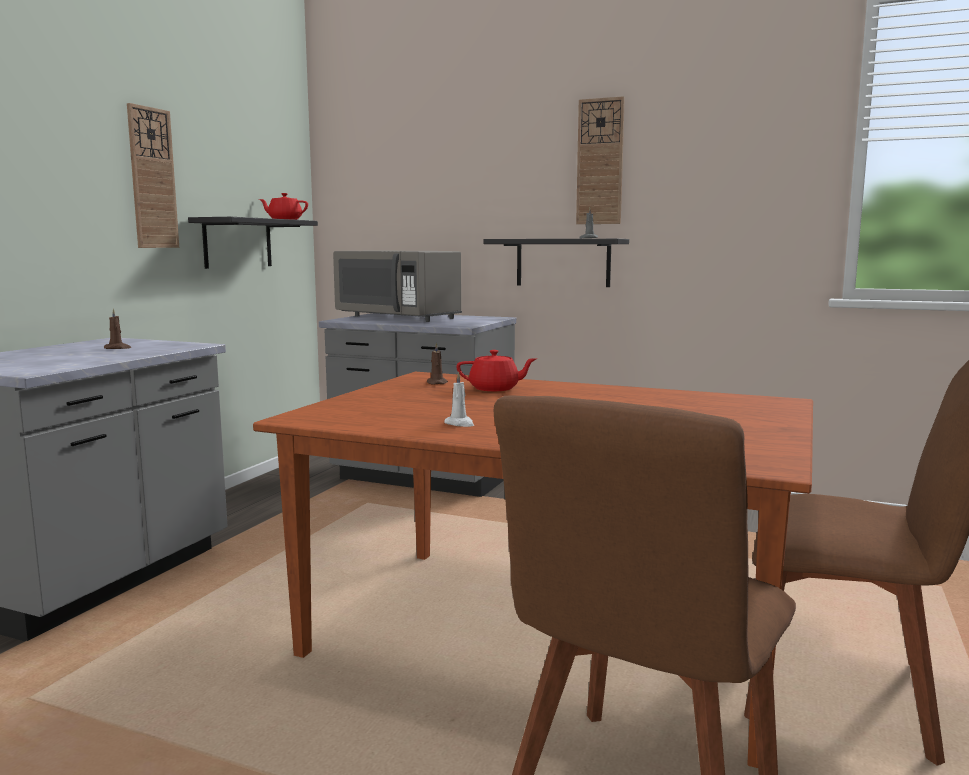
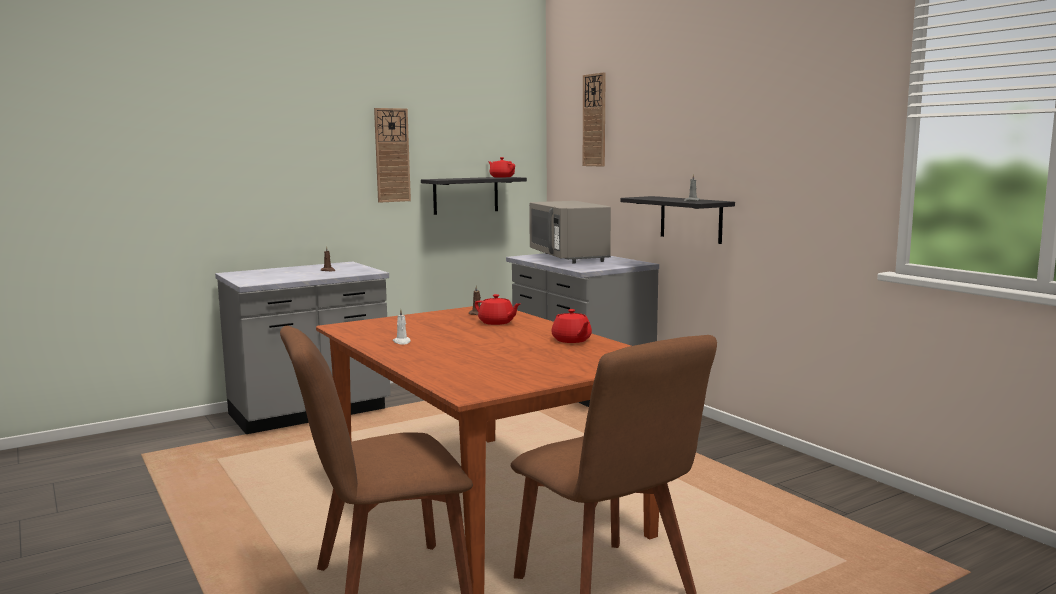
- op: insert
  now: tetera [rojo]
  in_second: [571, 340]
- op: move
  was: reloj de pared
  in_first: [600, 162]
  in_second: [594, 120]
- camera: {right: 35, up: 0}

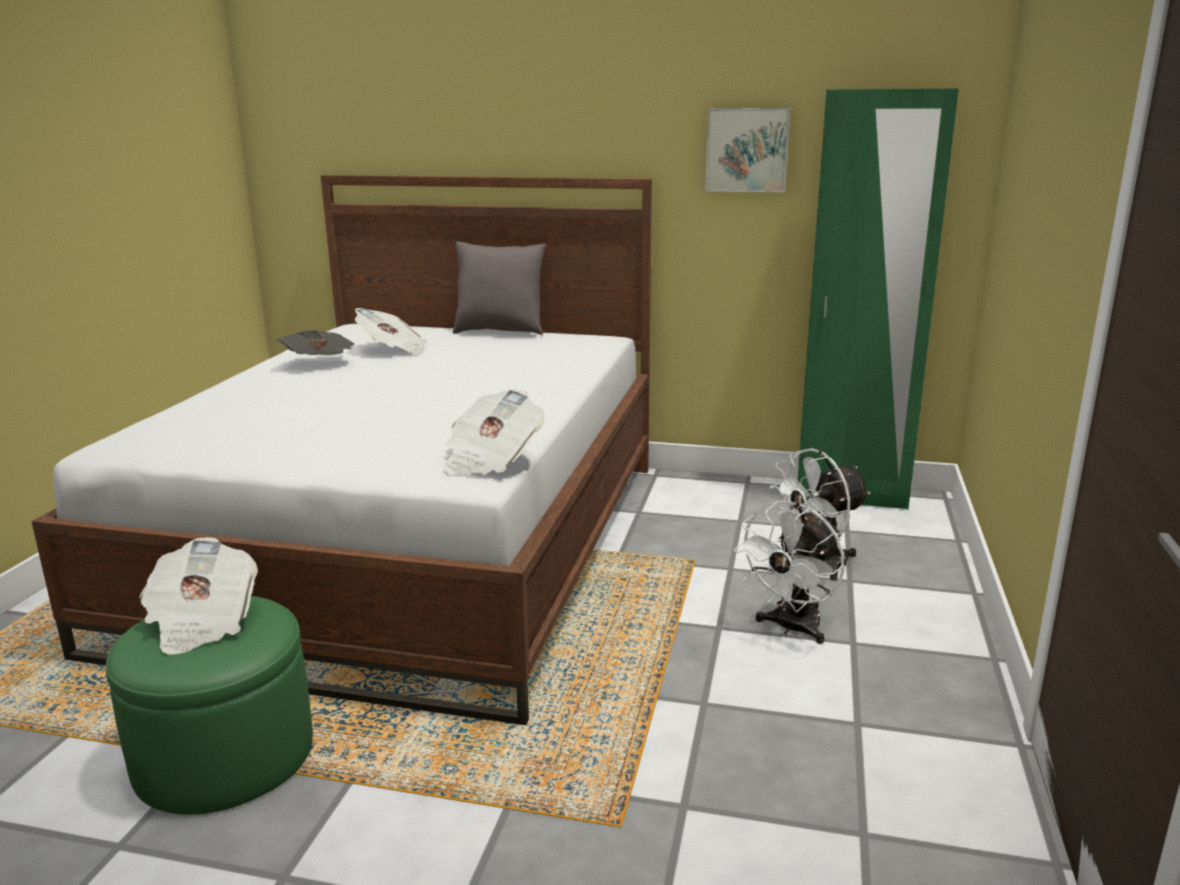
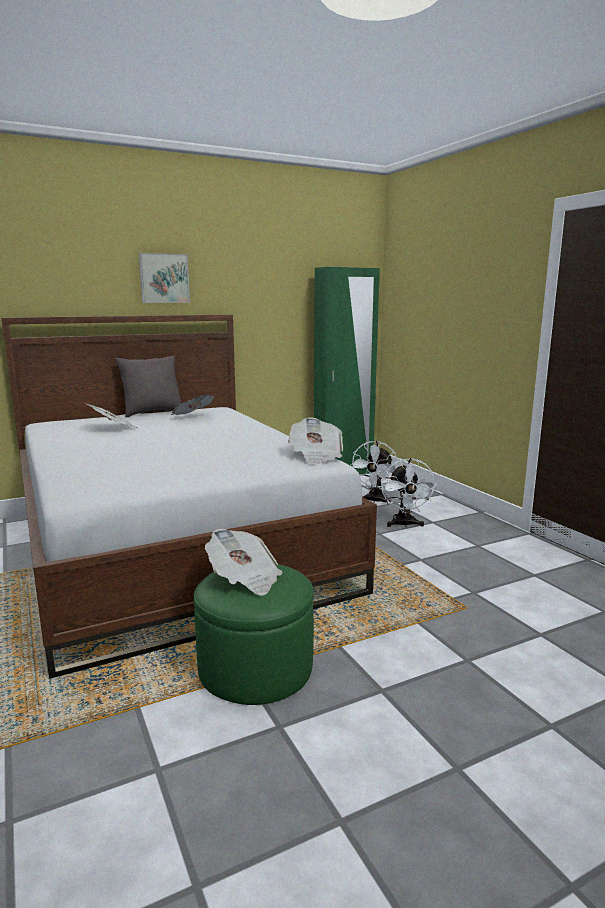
- op: move
  was: periódico
  in_first: [320, 364]
  in_second: [193, 417]
- op: move
  was: cuadro
  in_first: [747, 150]
  in_second: [164, 278]
- camera: {right: -40, up: -5}

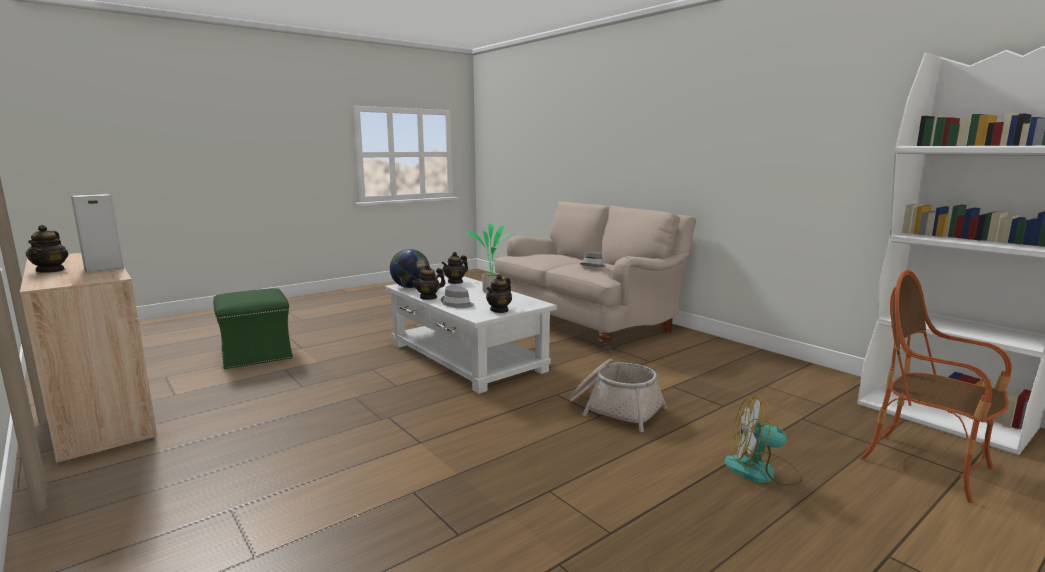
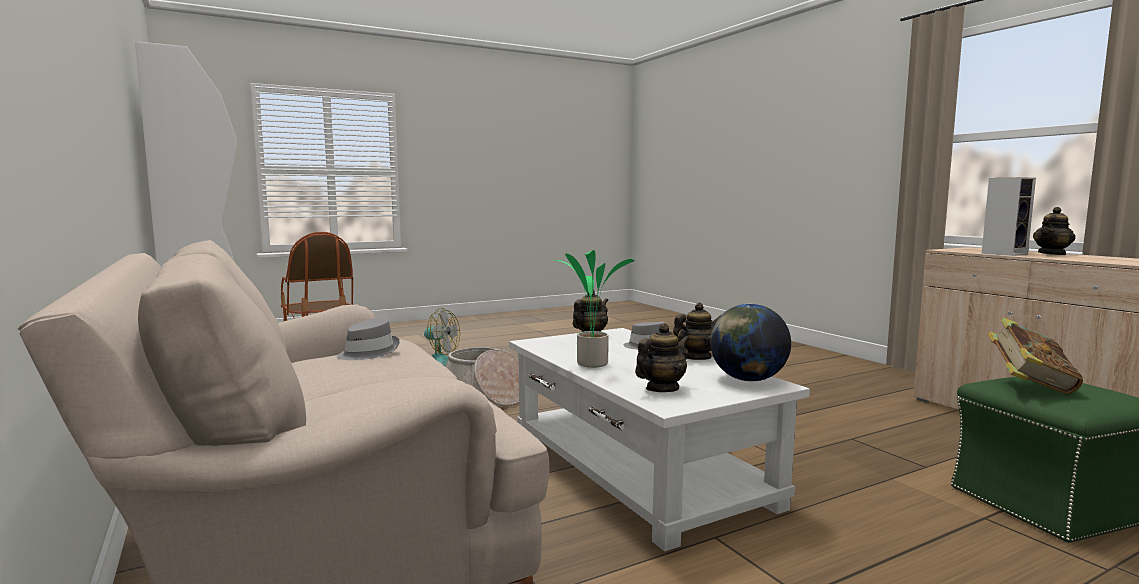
- op: insert
  now: libro
  in_second: [1029, 385]
- op: rotate
  was: tetera
  in_first: [51, 270]
  in_second: [1052, 254]
  clockwise: -120
- camera: {right: -170, up: -5}

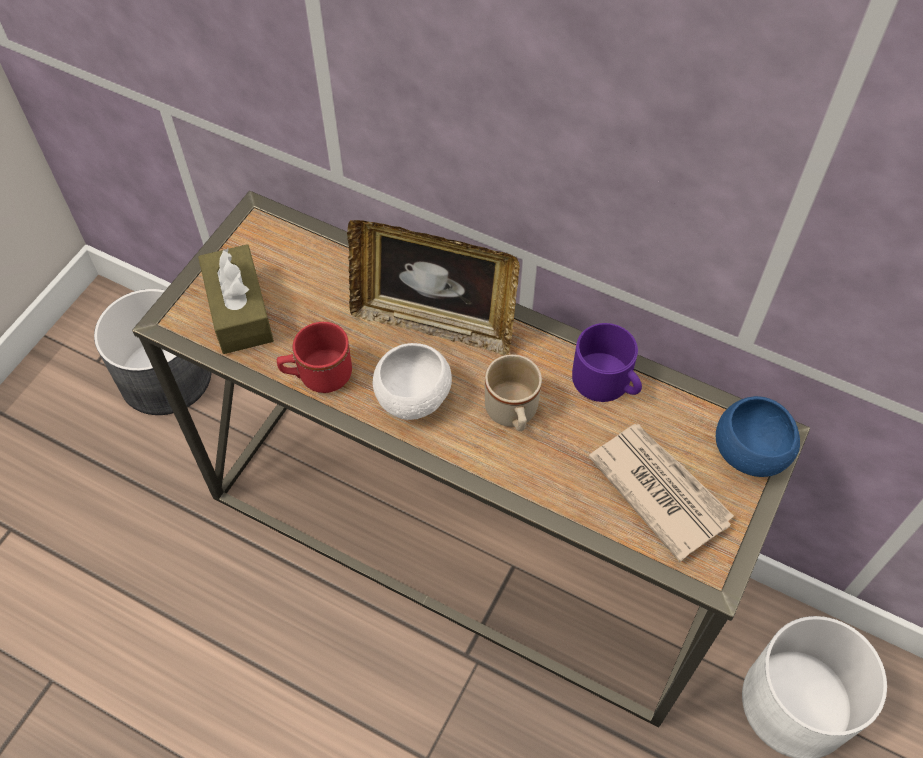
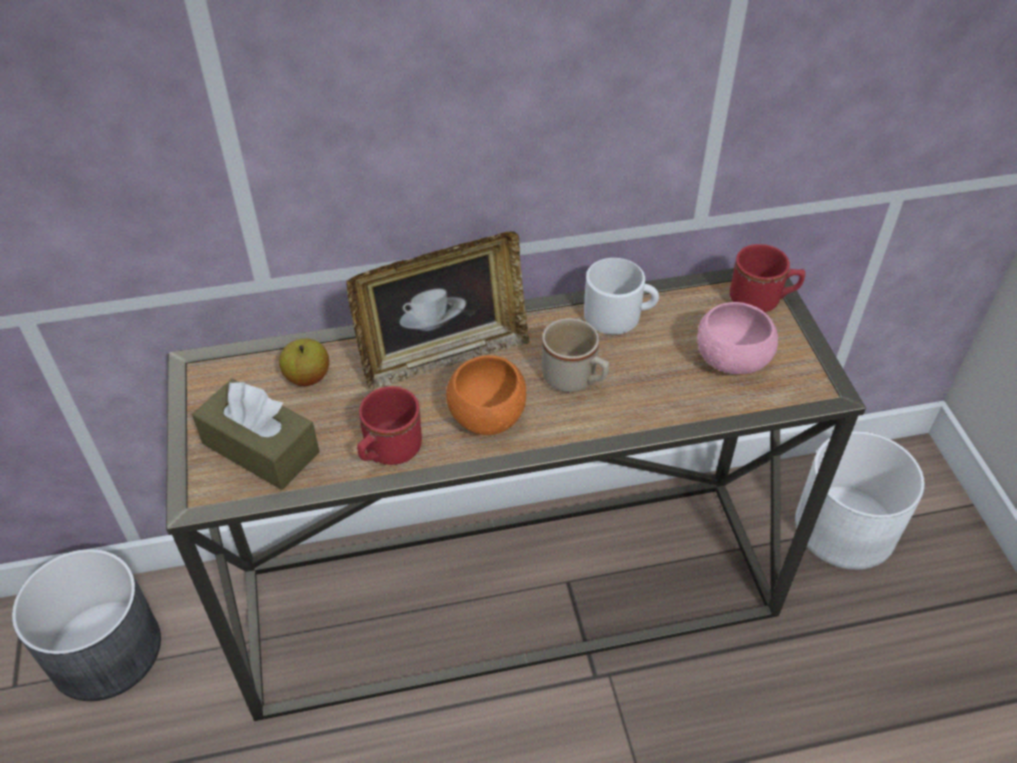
- op: insert
  now: manzana
  in_second: [307, 377]
- op: replace
  was: periódico
  now: cuenco [rosa]
  in_first: [659, 489]
  in_second: [731, 361]
- op: replace
  was: cuenco [azul]
  now: taza grande [rojo]
  in_first: [749, 453]
  in_second: [762, 300]
- op: recolor
  was: cuenco [blanco]
  now: cuenco [naranja]
  in_first: [413, 398]
  in_second: [486, 417]
- op: recolor
  was: taza grande [morado]
  now: taza grande [blanco]
  in_first: [607, 382]
  in_second: [619, 315]
- camera: {right: -40, up: -10}

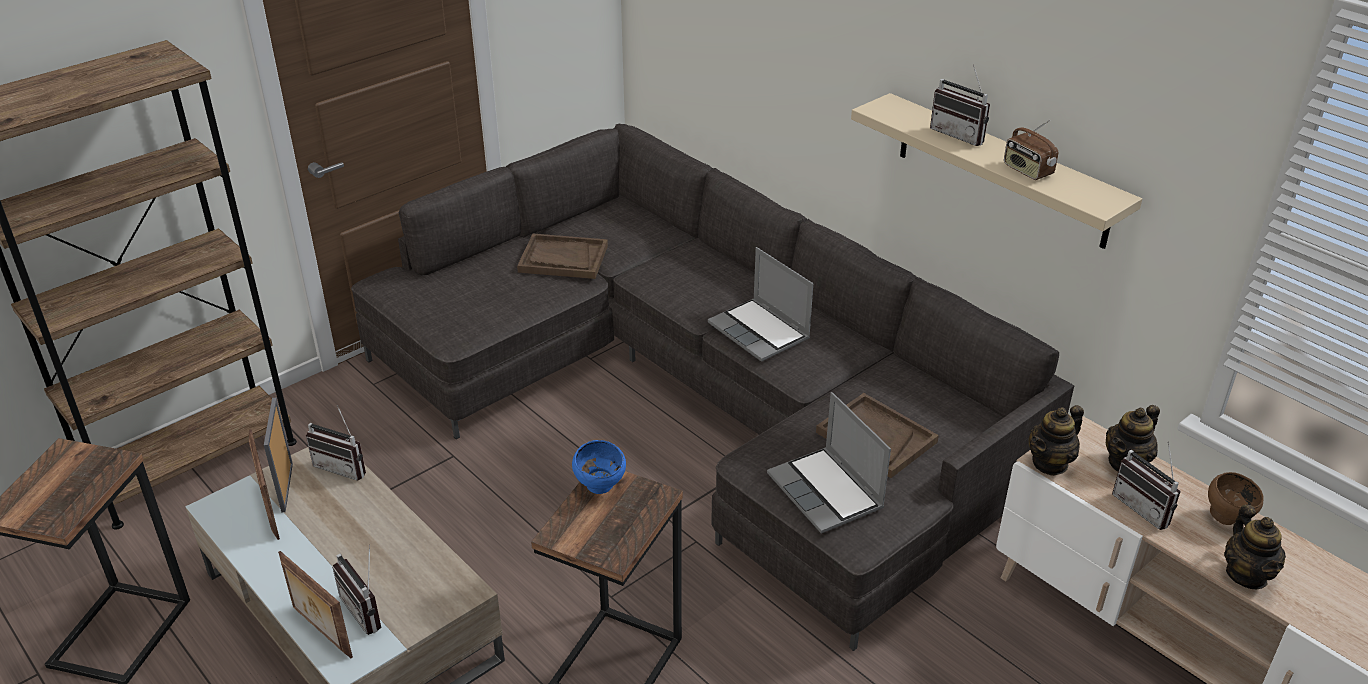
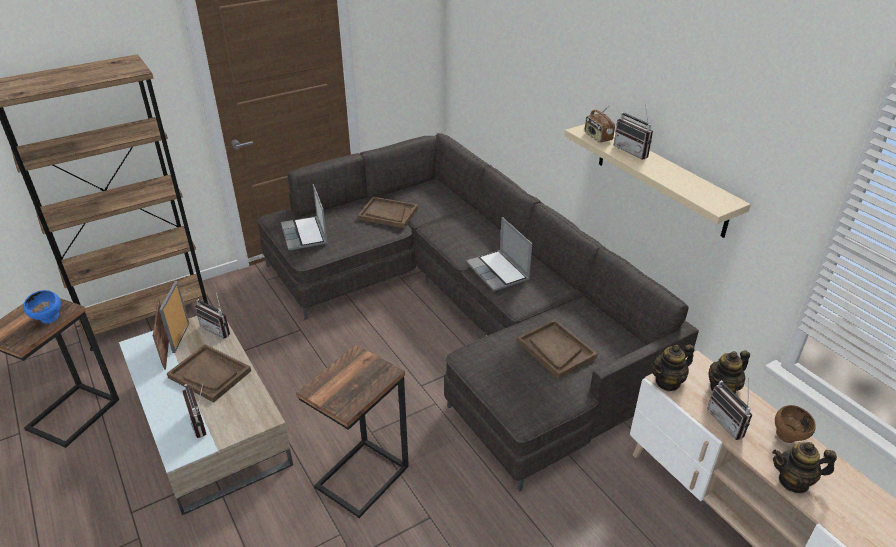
- op: delete
  was: portarretratos
  in_first: [320, 632]
- op: insert
  now: bandeja [marrón]
  in_second: [210, 374]
- op: move
  was: cuenco [azul]
  in_first: [601, 488]
  in_second: [49, 320]
- op: move
  was: portátil
  in_first: [827, 492]
  in_second: [305, 235]
- op: move
  was: radio
  in_first: [1027, 171]
  in_second: [597, 137]
- op: rotate
  was: tetera
  in_first: [1246, 575]
  in_second: [794, 481]
  clockwise: 90
- camera: {right: 10, up: 0}

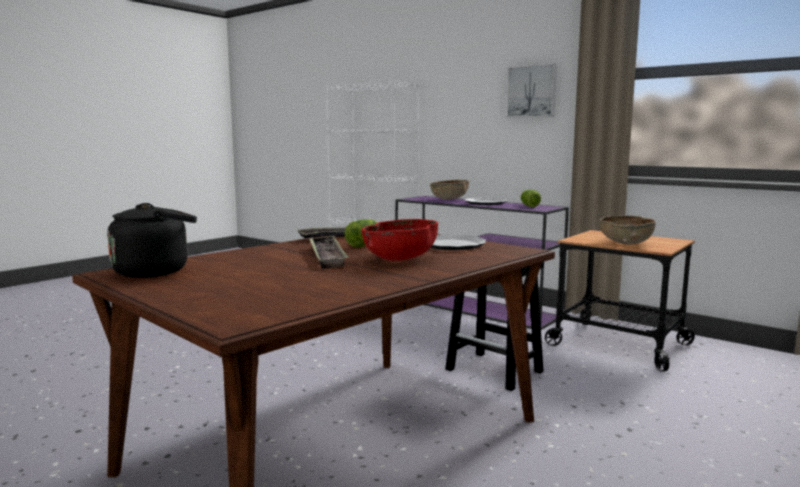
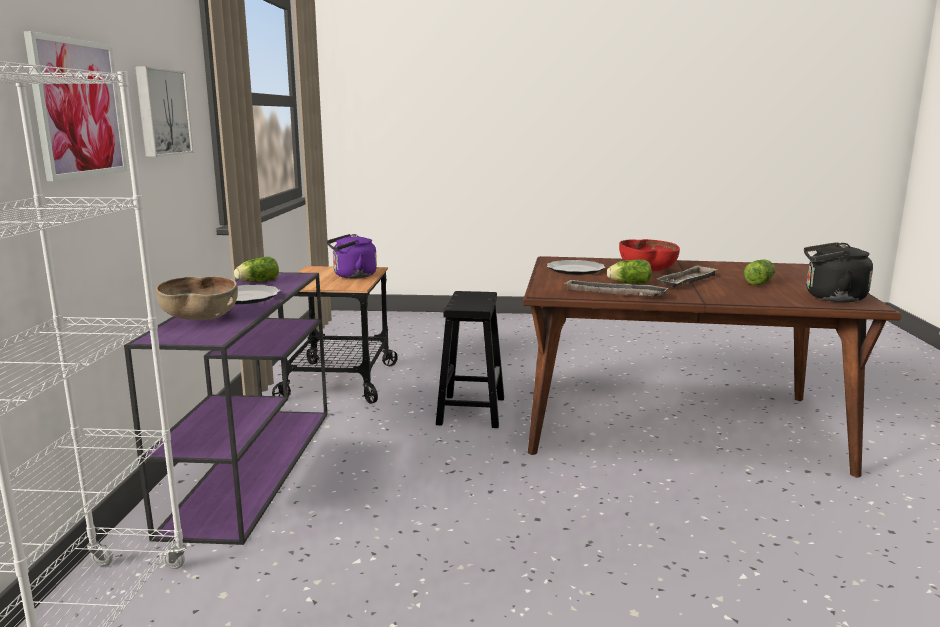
- op: insert
  now: cuadro
  in_second: [77, 108]
- op: insert
  now: lechuga
  in_second: [760, 282]
- op: replace
  was: cuenco [marrón]
  now: hervidor [morado]
  in_first: [626, 243]
  in_second: [352, 276]
- camera: {right: -125, up: 5}

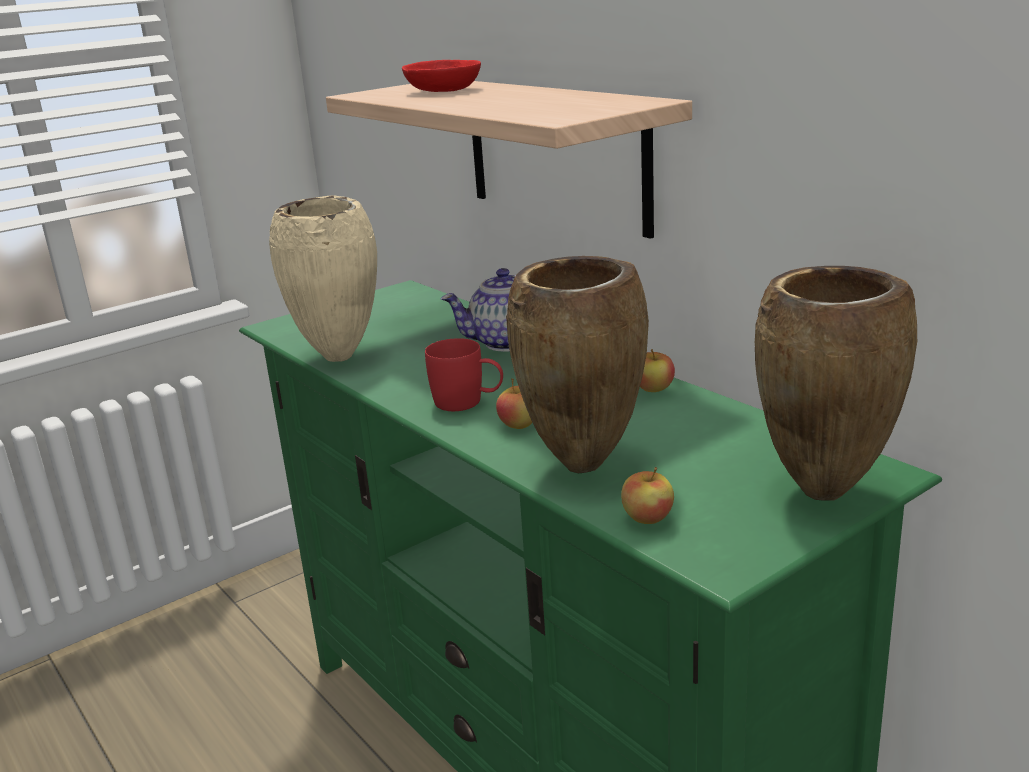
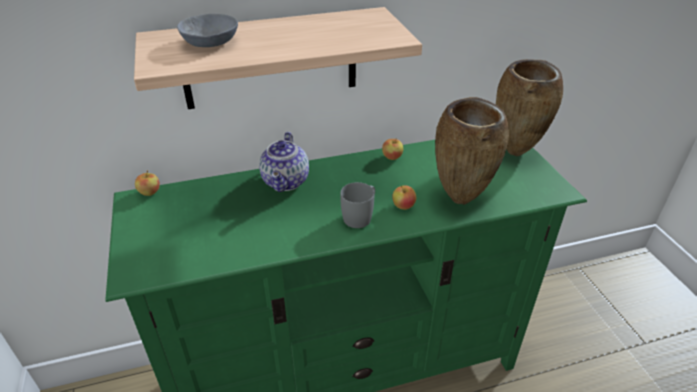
- op: delete
  was: florero [beis]
  in_first: [341, 357]
- op: move
  was: manzana
  in_first: [647, 518]
  in_second: [149, 192]
- op: recolor
  was: cuenco [rojo]
  now: cuenco [gris]
  in_first: [441, 91]
  in_second: [211, 43]
- op: recolor
  was: taza grande [rojo]
  now: taza grande [gris]
  in_first: [468, 402]
  in_second: [360, 216]
- camera: {right: -70, up: 15}

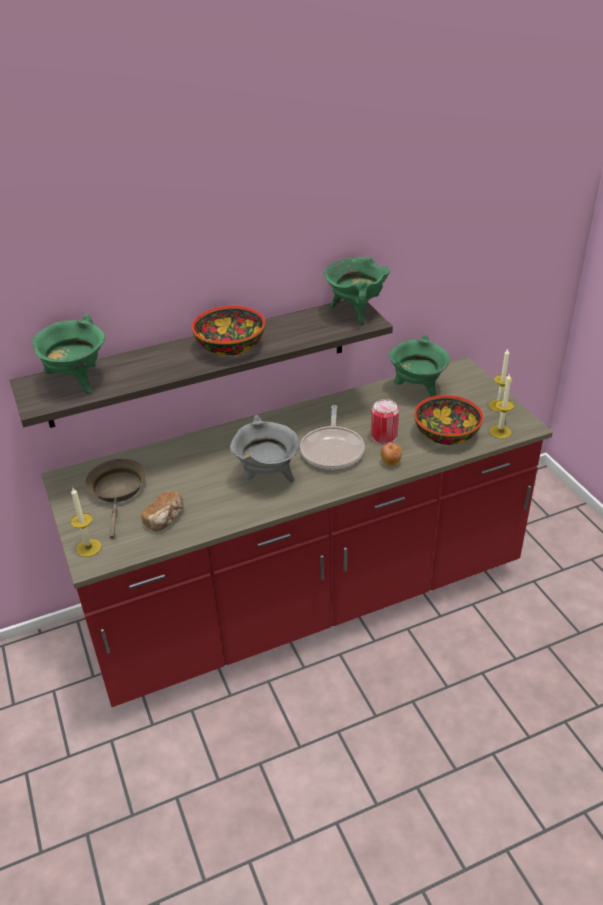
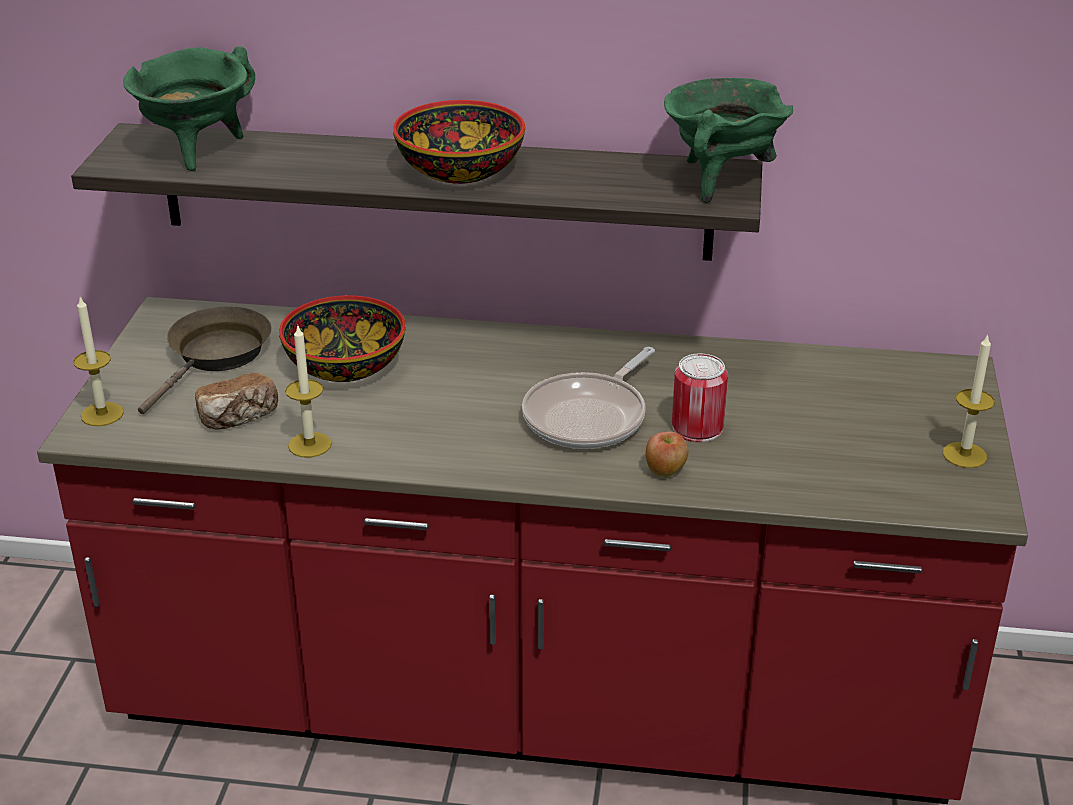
- op: delete
  was: olla [gris]
  in_first: [268, 477]
- op: delete
  was: olla [verde]
  in_first: [417, 390]
- op: move
  was: cuenco
  in_first: [446, 434]
  in_second: [344, 366]
- op: move
  was: vela
  in_first: [500, 432]
  in_second: [309, 445]
- camera: {right: 30, up: -5}

